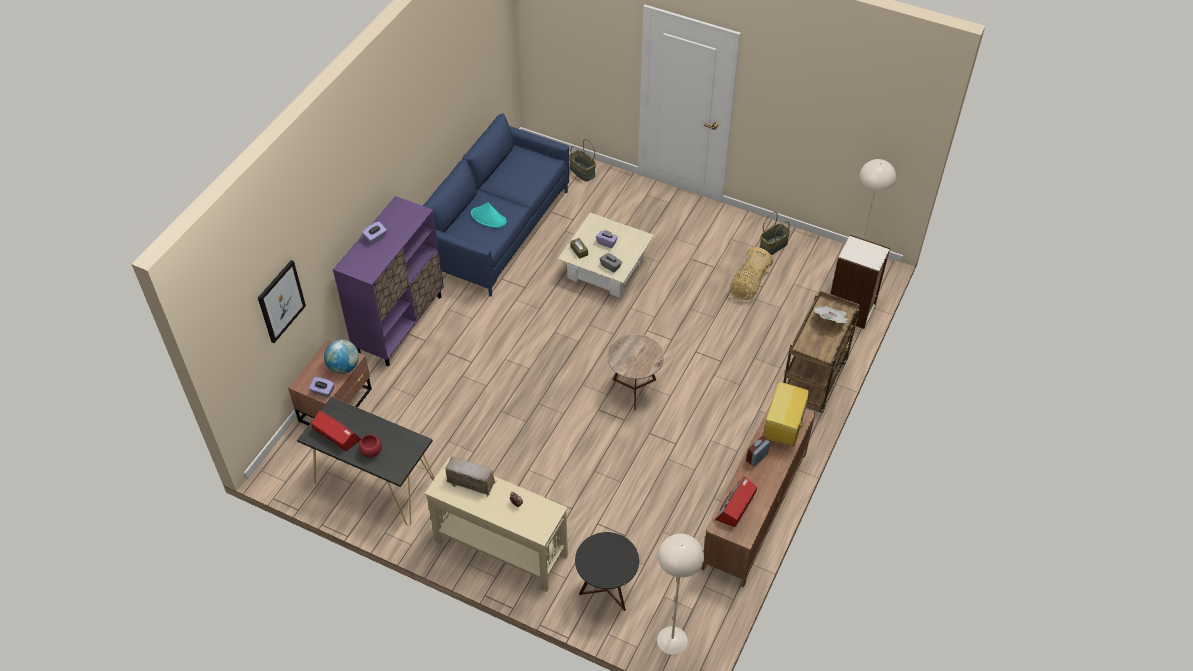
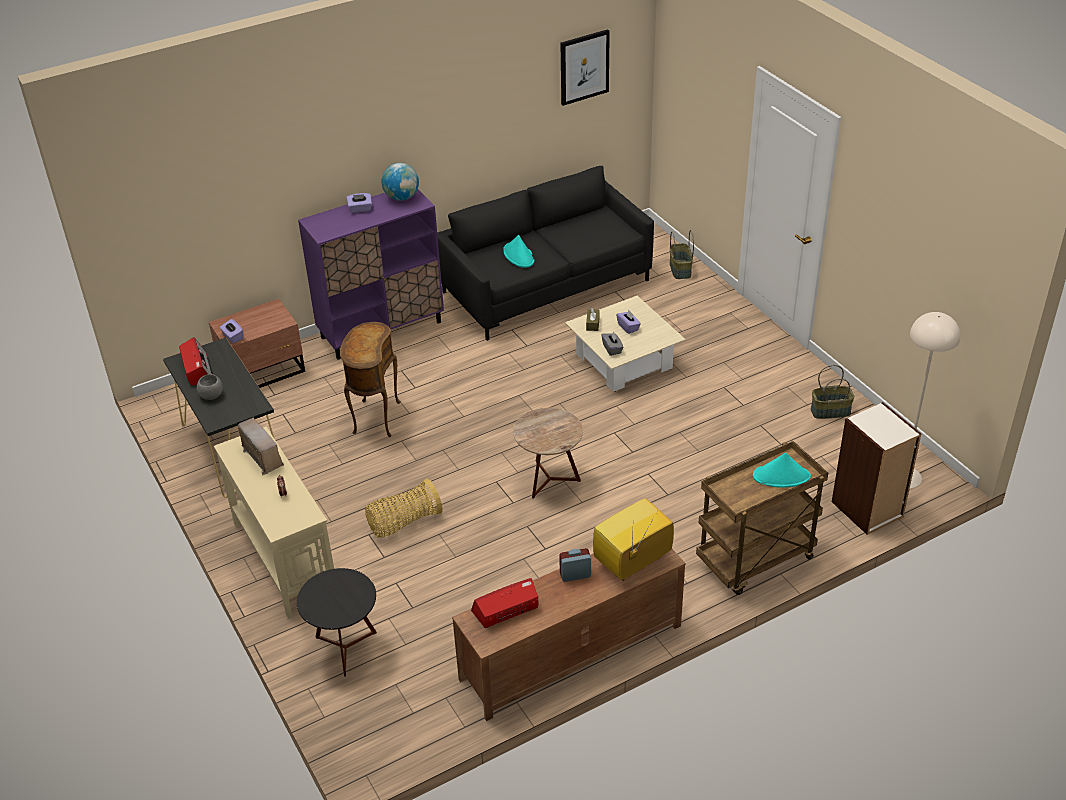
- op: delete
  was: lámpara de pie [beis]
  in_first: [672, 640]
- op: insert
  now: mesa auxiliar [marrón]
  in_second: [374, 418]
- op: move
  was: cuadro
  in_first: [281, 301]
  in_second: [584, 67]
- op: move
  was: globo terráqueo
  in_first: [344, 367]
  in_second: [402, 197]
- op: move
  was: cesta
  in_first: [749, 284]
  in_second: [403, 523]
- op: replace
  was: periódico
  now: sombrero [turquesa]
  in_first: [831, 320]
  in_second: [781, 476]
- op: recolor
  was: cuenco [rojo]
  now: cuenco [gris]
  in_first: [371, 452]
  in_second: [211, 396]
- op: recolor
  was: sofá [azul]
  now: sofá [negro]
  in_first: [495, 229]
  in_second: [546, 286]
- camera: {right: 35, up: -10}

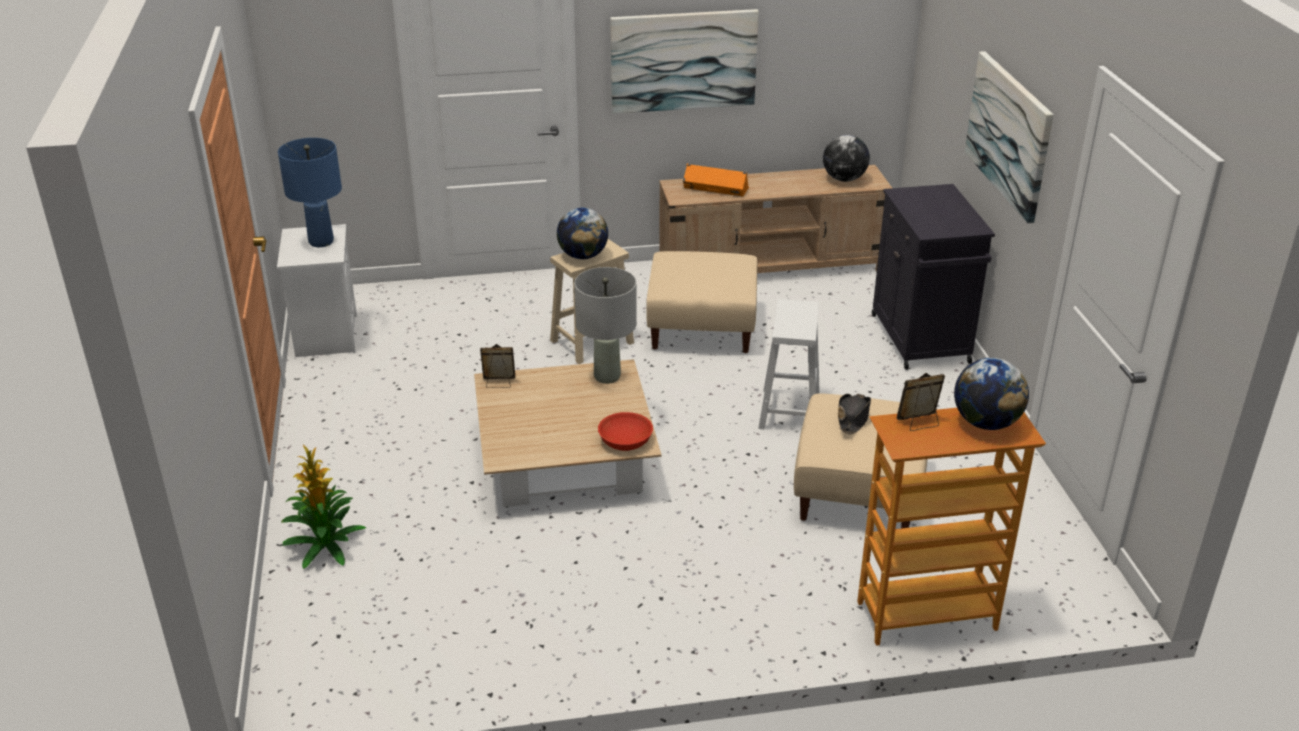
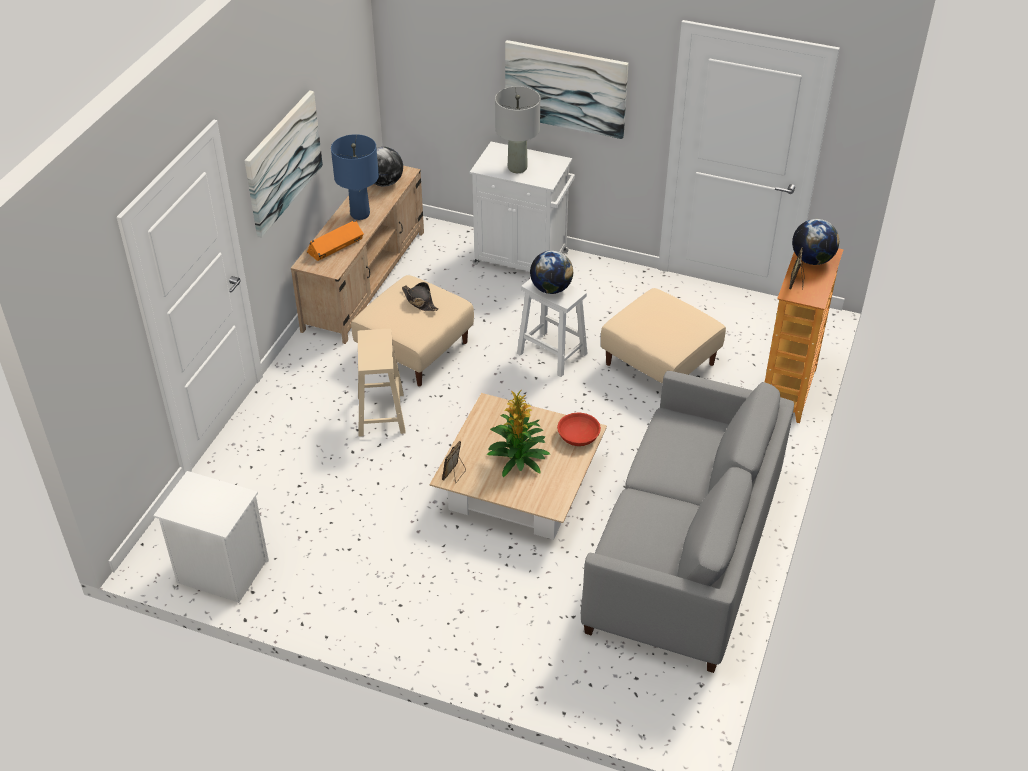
- op: insert
  now: sofá [gris]
  in_second: [684, 552]
- op: move
  was: lámpara de mesa [azul]
  in_first: [321, 242]
  in_second: [360, 214]
- op: move
  was: planta en maceta
  in_first: [324, 544]
  in_second: [517, 458]
- op: move
  was: globo terráqueo
  in_first: [583, 256]
  in_second: [551, 288]
- op: move
  was: lámpara de mesa [gris]
  in_first: [606, 377]
  in_second: [517, 168]
- op: move
  was: sombrero [negro]
  in_first: [853, 418]
  in_second: [419, 301]
- op: recolor
  was: armario [negro]
  now: armario [blanco]
  in_first: [921, 340]
  in_second: [522, 258]
- camera: {right: -60, up: 10}

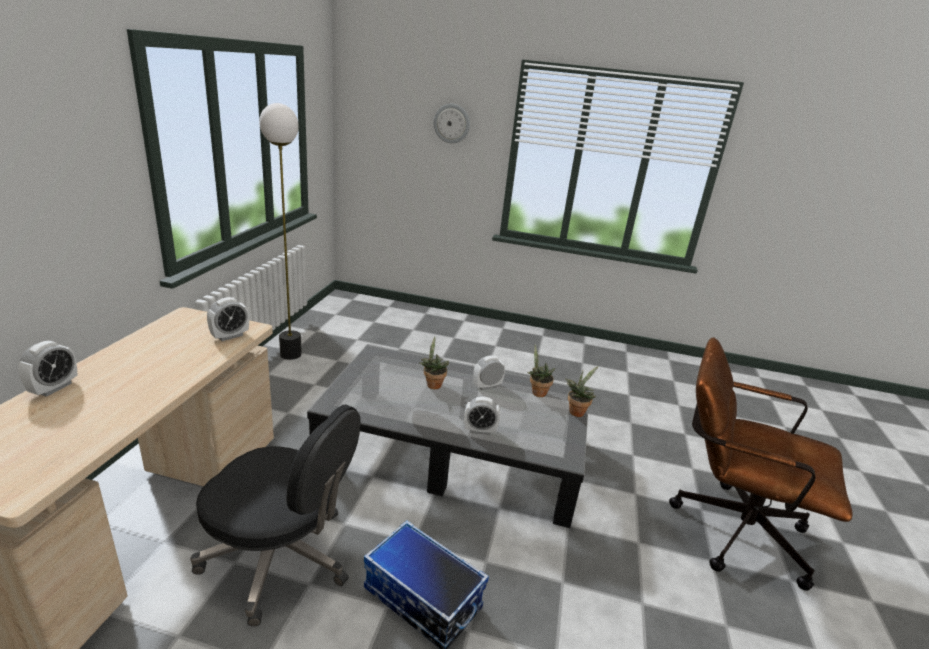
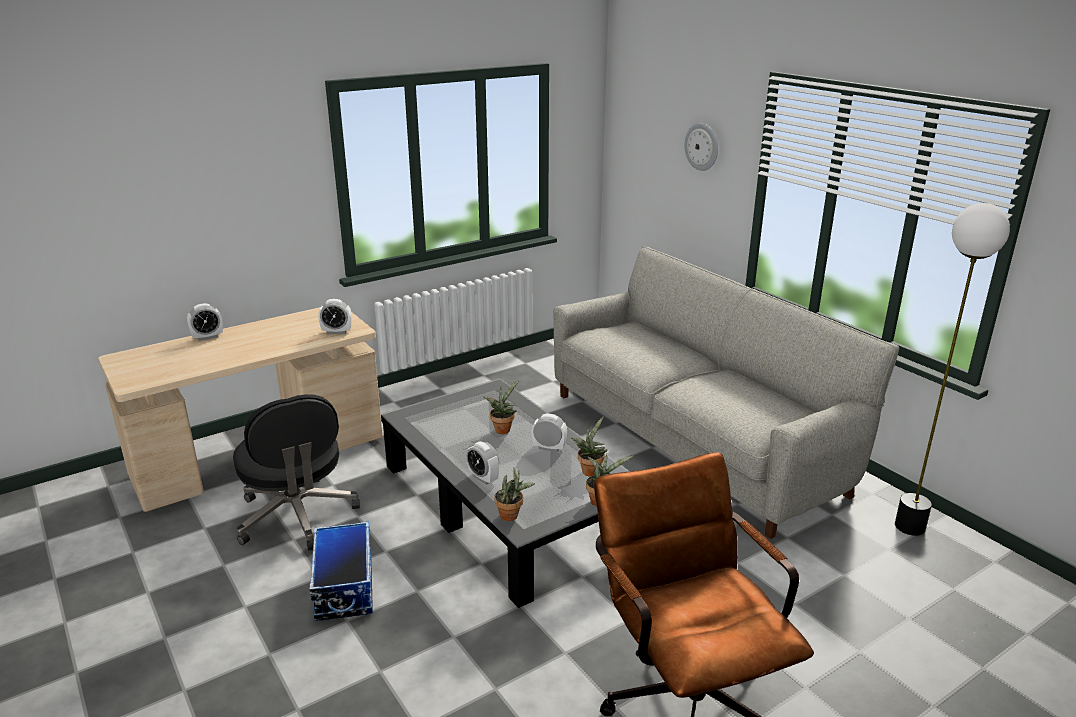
- op: insert
  now: planta en maceta
  in_second: [512, 516]
- op: insert
  now: sofá [gris]
  in_second: [693, 441]
- op: move
  was: lámpara de pie
  in_first: [290, 354]
  in_second: [909, 526]
- camera: {right: 45, up: 0}

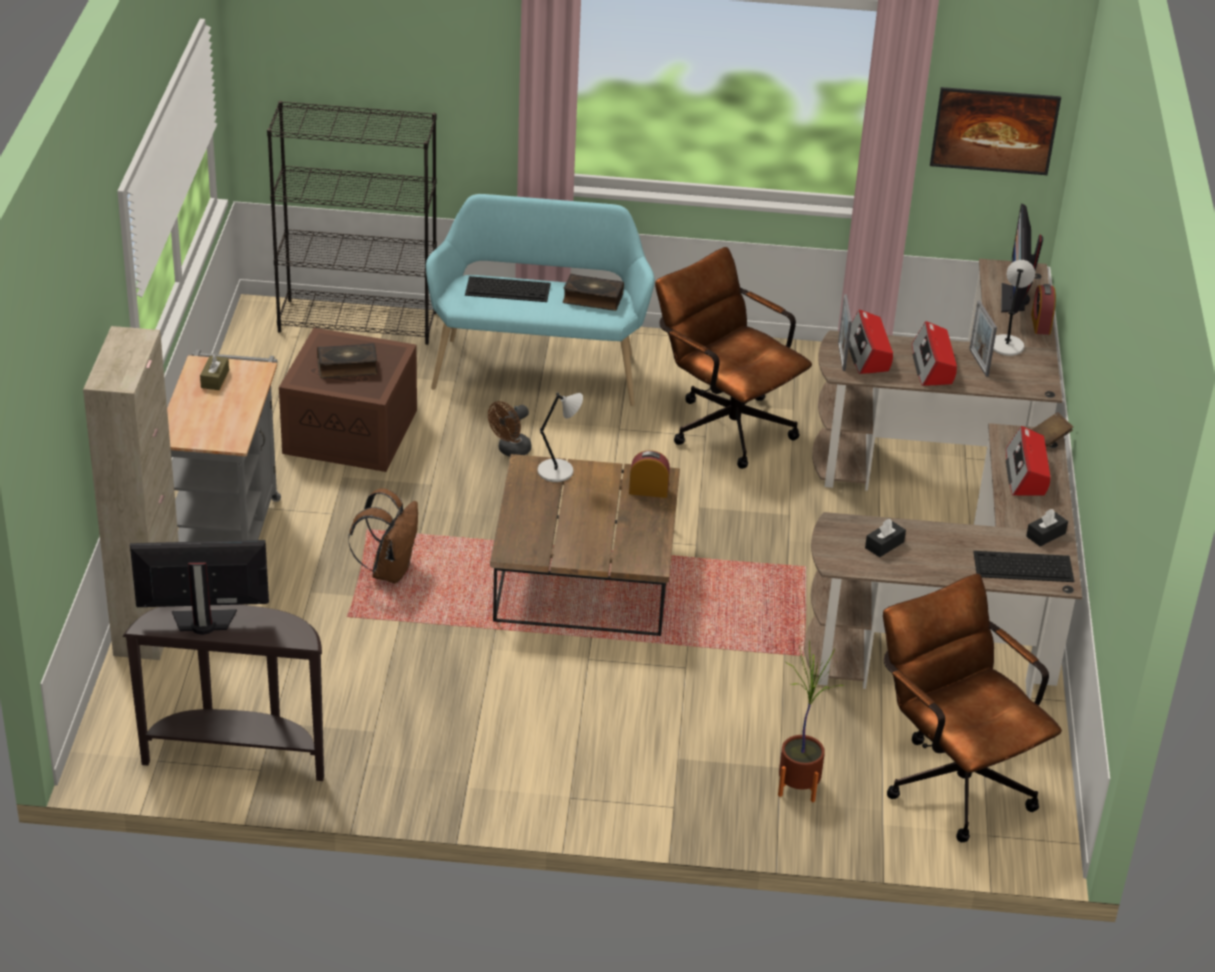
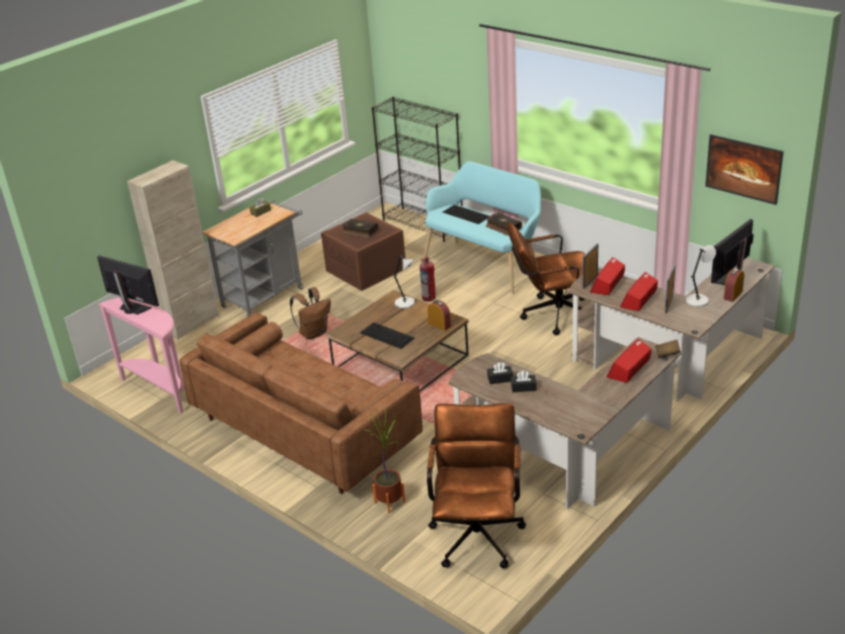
- op: insert
  now: sofá [marrón]
  in_second: [305, 431]
- op: move
  was: teclado
  in_first: [1022, 567]
  in_second: [386, 335]
- op: move
  was: caja de pañuelos [negro]
  in_first: [1045, 535]
  in_second: [523, 387]
- op: replace
  was: ventilador [marrón]
  now: extintor
  in_first: [510, 451]
  in_second: [429, 298]
- op: recolor
  was: mesa consola [marrón]
  now: mesa consola [rosa]
  in_first: [236, 756]
  in_second: [160, 389]
- op: rotate
  was: silla de oficina [marrón]
  in_first: [724, 424]
  in_second: [551, 315]
  clockwise: -90
- camera: {right: 40, up: -5}

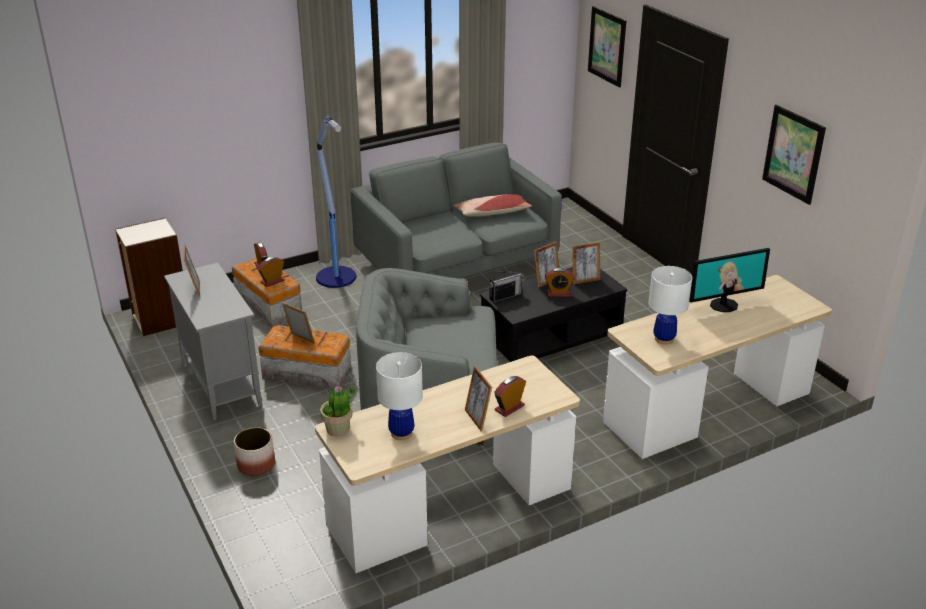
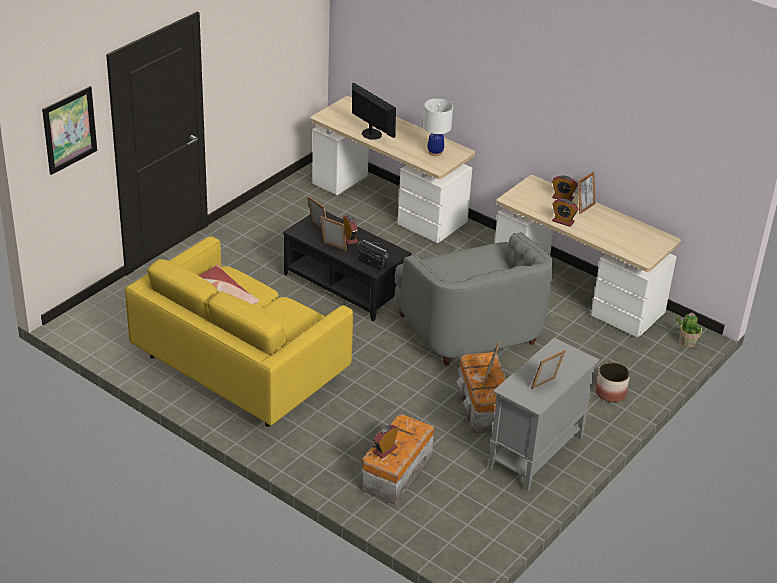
- op: delete
  was: estantería
  in_first: [160, 319]
- op: delete
  was: lámpara de pie
  in_first: [337, 278]
- op: delete
  was: lámpara de mesa [blanco]
  in_first: [401, 433]
- op: delete
  was: cuadro
  in_first: [793, 154]
- op: move
  was: despertador
  in_first: [272, 281]
  in_second: [563, 221]
- op: move
  was: planta en maceta
  in_first: [338, 429]
  in_second: [687, 342]
- op: recolor
  was: sofá [gris]
  now: sofá [amarillo]
  in_first: [457, 265]
  in_second: [241, 367]
- camera: {right: -115, up: 5}

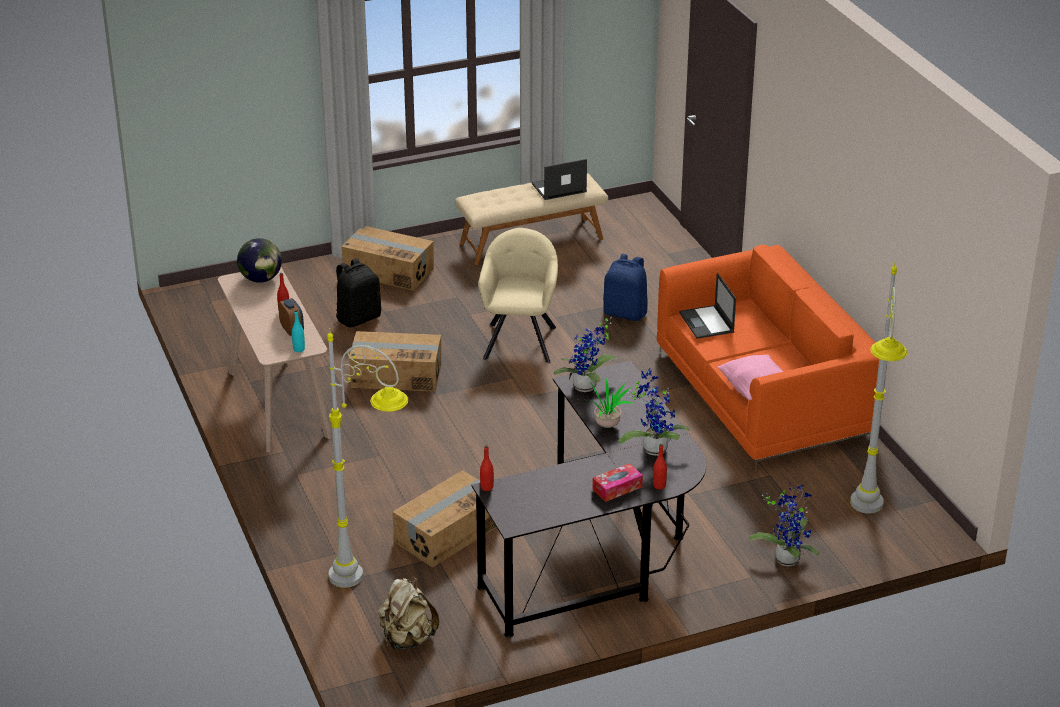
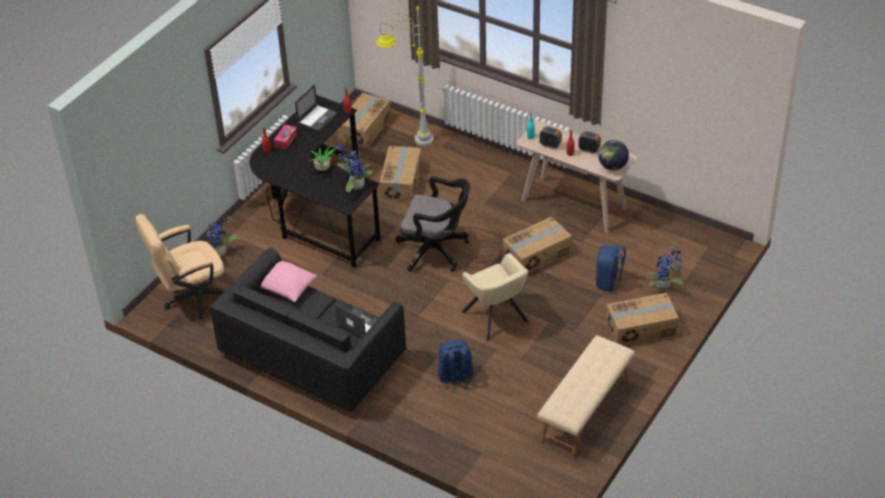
- op: insert
  now: silla de oficina [negro]
  in_second: [436, 251]
- op: insert
  now: despertador
  in_second: [589, 150]
- op: move
  was: portátil
  in_first: [558, 188]
  in_second: [317, 118]
- op: move
  was: planta en maceta
  in_first: [653, 447]
  in_second: [664, 286]
- op: replace
  was: mochila [beis]
  now: caja de cartón
  in_first: [407, 639]
  in_second: [364, 129]
- op: replace
  was: lámpara de pie [gris]
  now: silla de oficina [beis]
  in_first: [866, 520]
  in_second: [191, 298]
- op: recolor
  was: mochila [negro]
  now: mochila [azul]
  in_first: [358, 318]
  in_second: [609, 282]
- op: recolor
  was: sofá [naranja]
  now: sofá [negro]
  in_first: [764, 395]
  in_second: [311, 356]
- camera: {right: 145, up: 10}

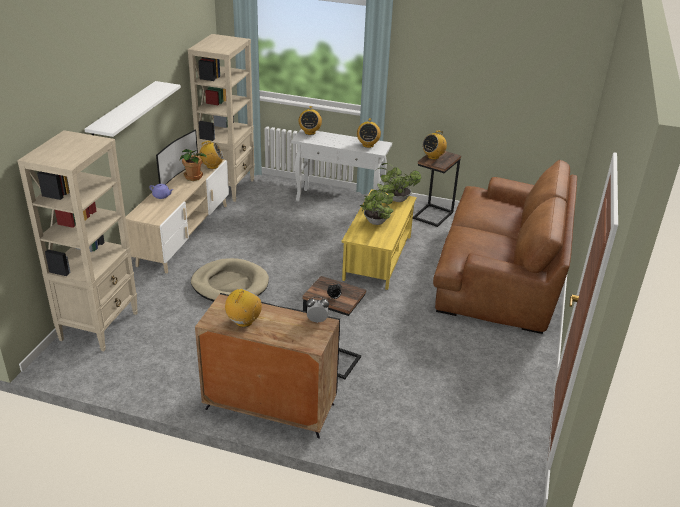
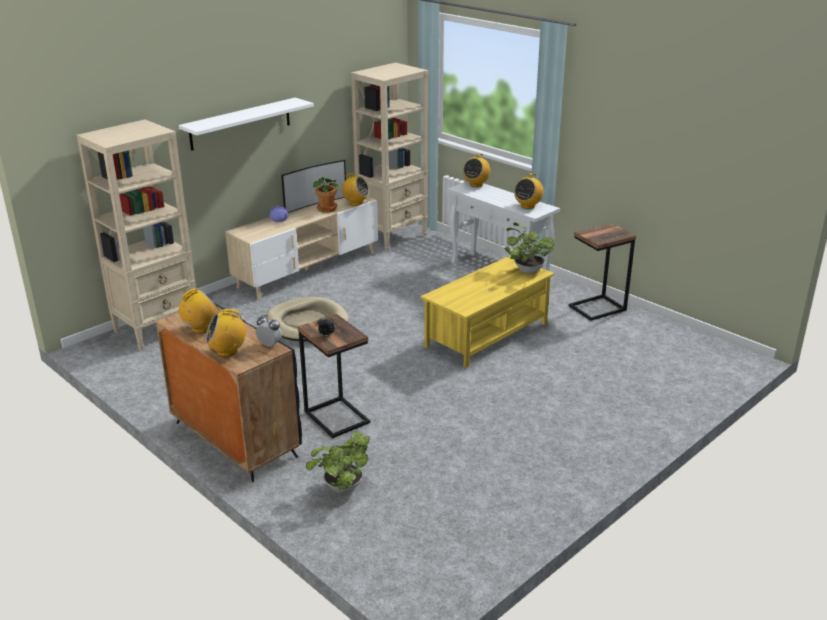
- op: delete
  was: sofá [marrón]
  in_first: [501, 272]
- op: move
  was: planta en maceta
  in_first: [375, 223]
  in_second: [341, 489]
- op: move
  was: radio
  in_first: [433, 157]
  in_second: [227, 351]
- camera: {right: 30, up: -5}

